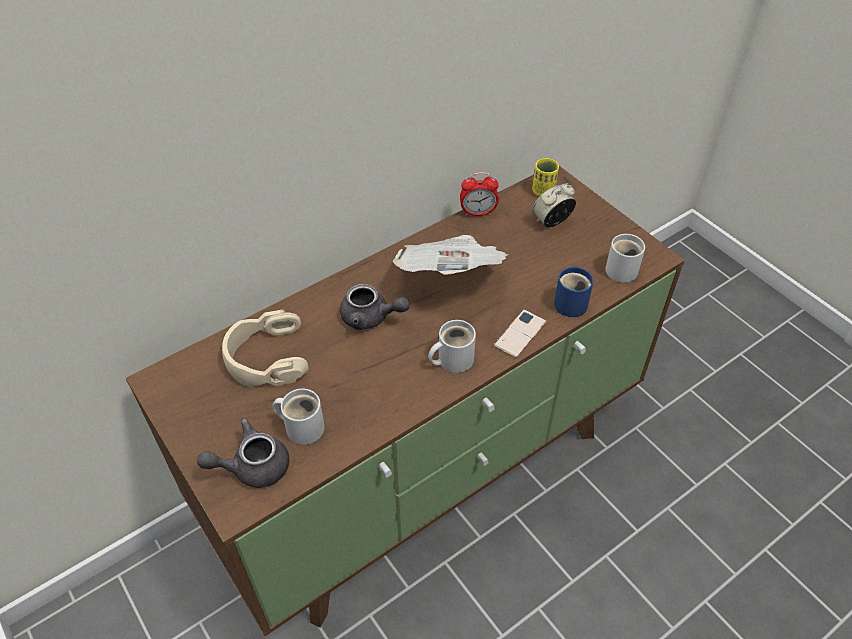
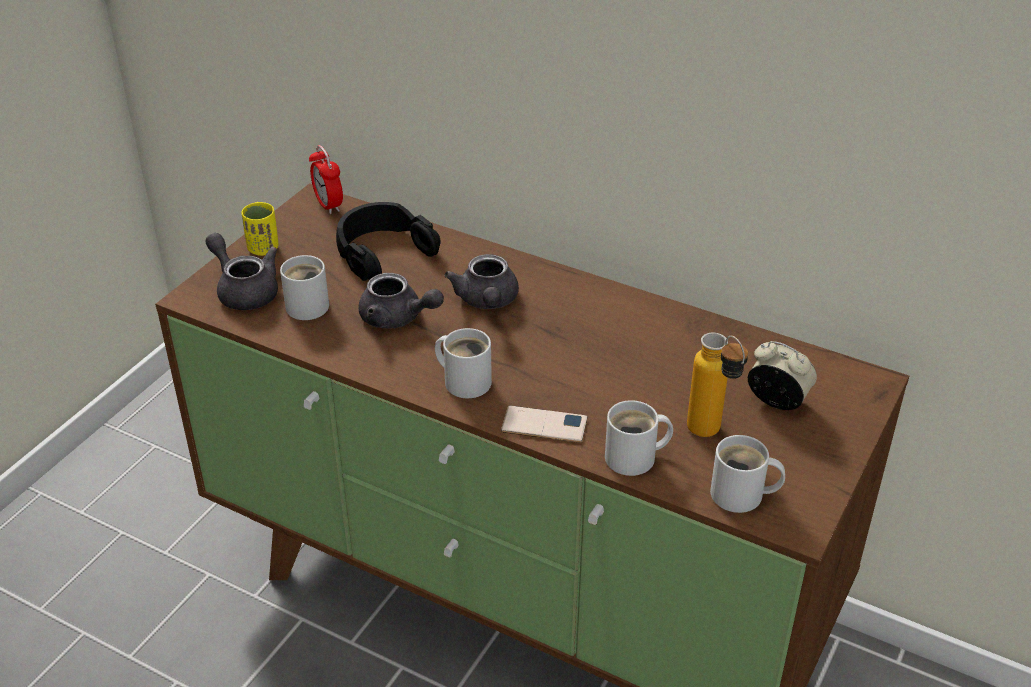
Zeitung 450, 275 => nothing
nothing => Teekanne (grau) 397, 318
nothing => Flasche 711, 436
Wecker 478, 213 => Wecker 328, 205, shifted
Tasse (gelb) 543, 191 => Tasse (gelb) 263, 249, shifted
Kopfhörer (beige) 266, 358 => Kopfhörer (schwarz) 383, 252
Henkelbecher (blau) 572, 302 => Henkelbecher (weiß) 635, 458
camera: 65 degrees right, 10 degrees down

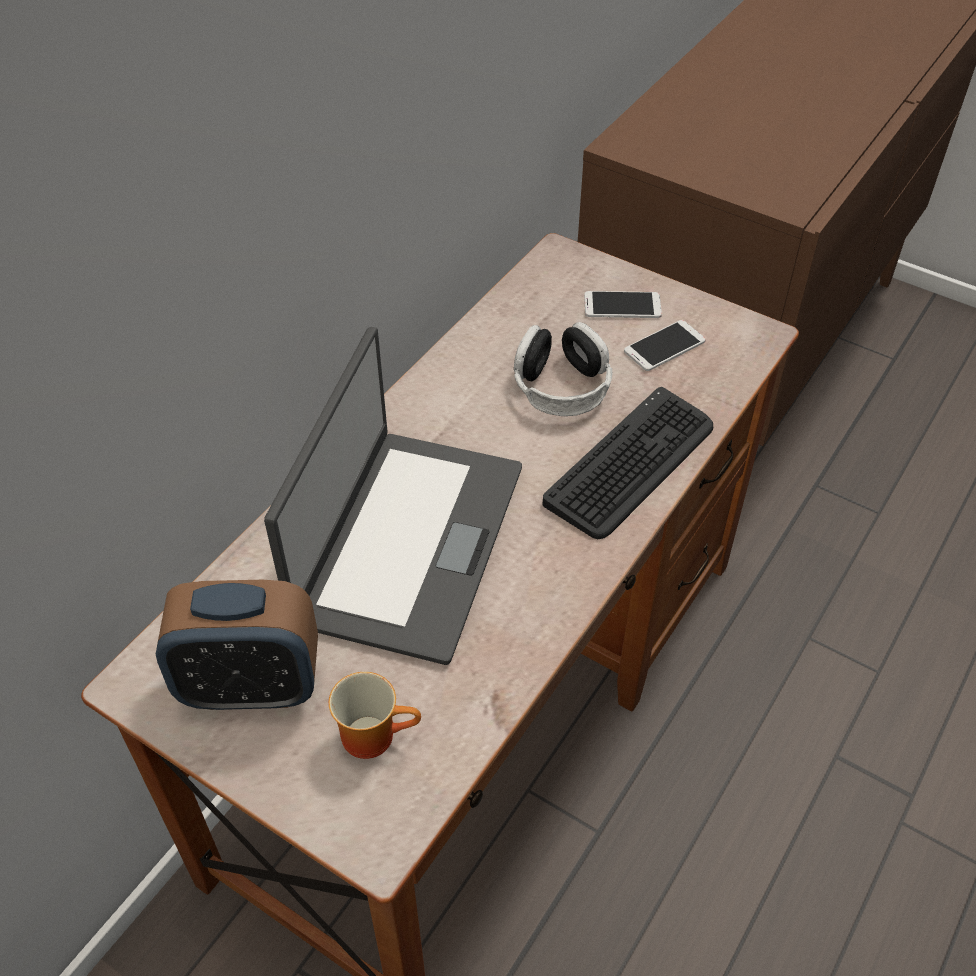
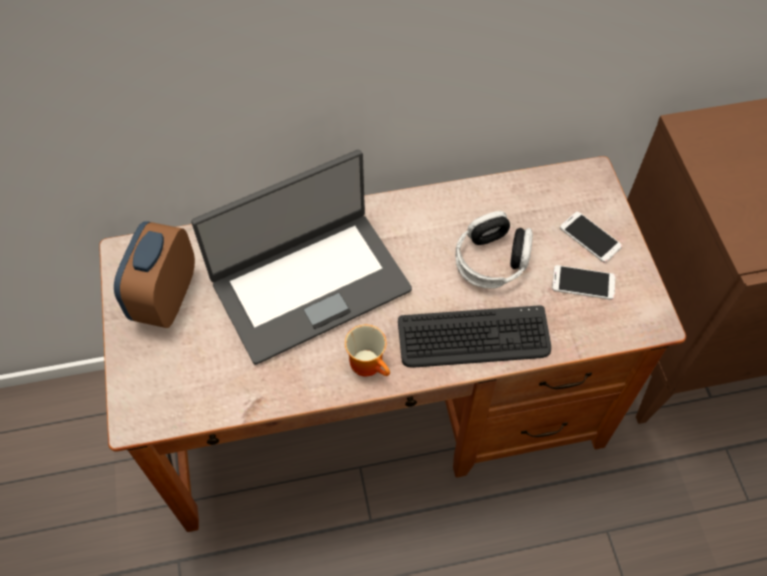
Henkelbecher 374, 732 => Henkelbecher 370, 363, shifted
Wecker 251, 686 => Wecker 165, 297, 60 degrees clockwise
camera: 45 degrees right, 10 degrees up

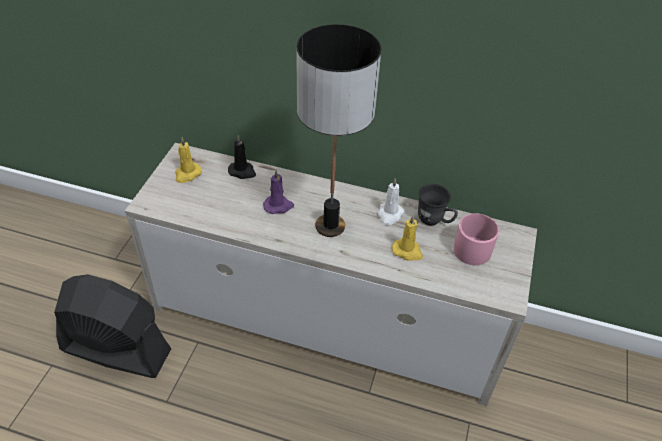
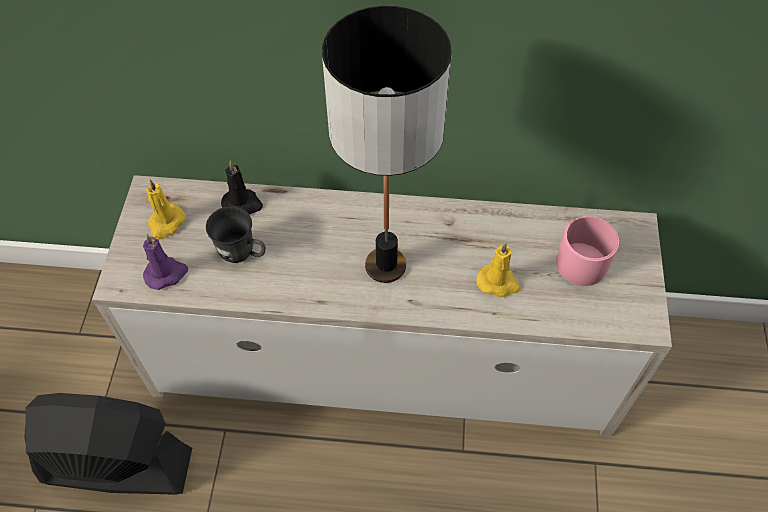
Kerze (weiß) 389, 215 => nothing
Kerze (lila) 278, 206 => Kerze (lila) 166, 273, shifted
Henkelbecher (grau) 434, 221 => Henkelbecher (grau) 243, 254, shifted
camera: 10 degrees left, 10 degrees up

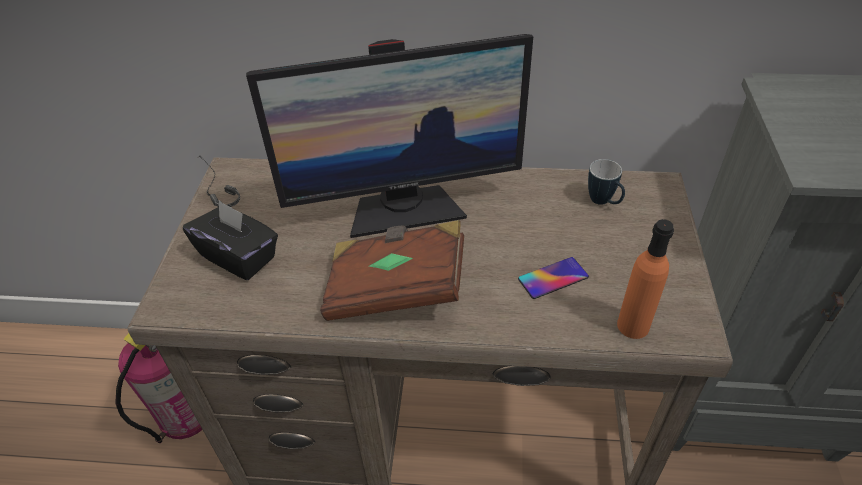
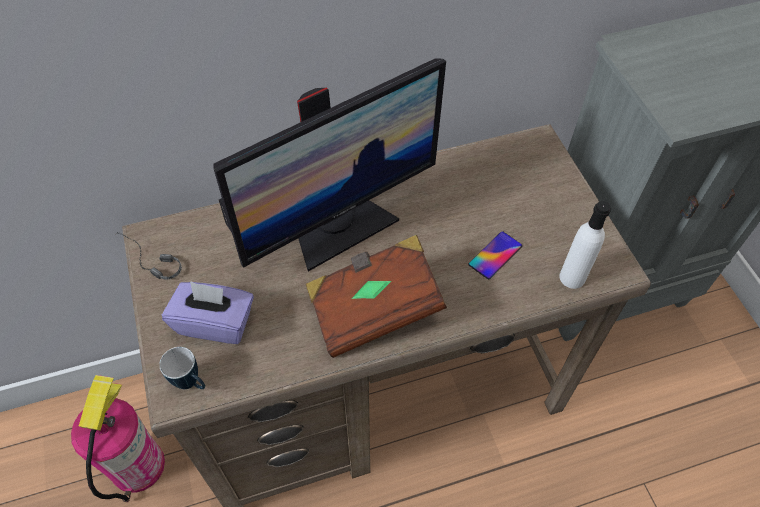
Henkelbecher 604, 202 => Henkelbecher 191, 384, shifted
Taschentuchbox (schwarz) 239, 256 => Taschentuchbox (lila) 215, 323
Flasche (orange) 633, 326 => Flasche (weiß) 572, 277
camera: 25 degrees left, 10 degrees up

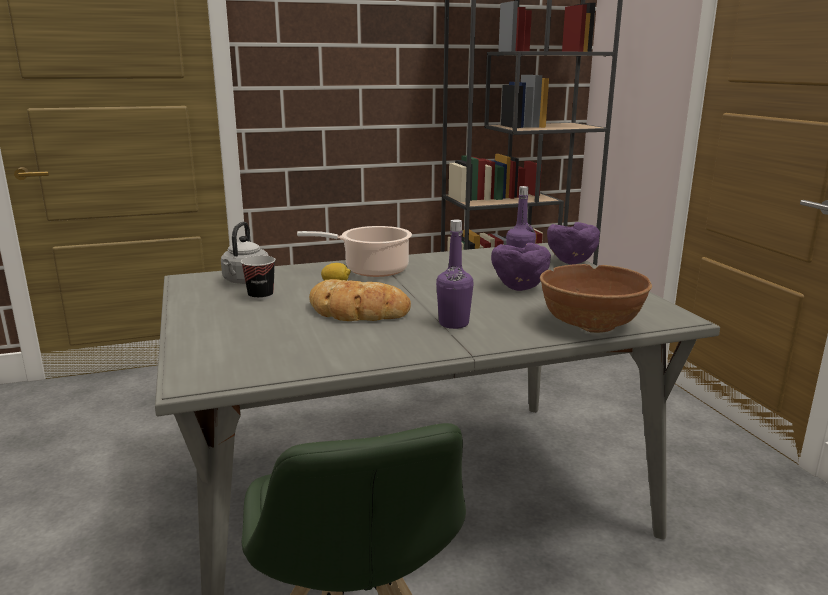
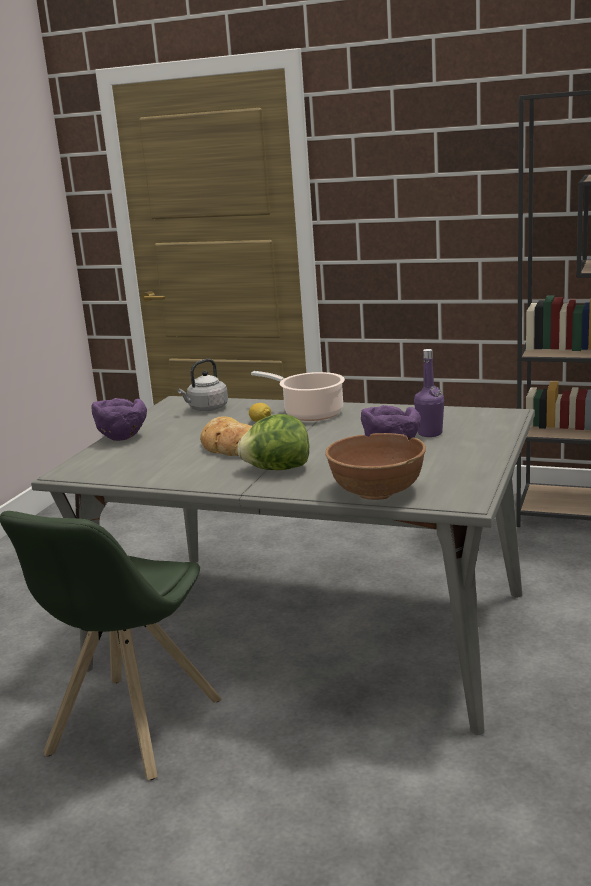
Tasse 260, 296 => nothing
Schüssel (lila) 570, 262 => Schüssel (lila) 122, 438, shifted
Flasche (lila) 453, 323 => Salatkopf 277, 469
camera: 40 degrees right, 0 degrees up

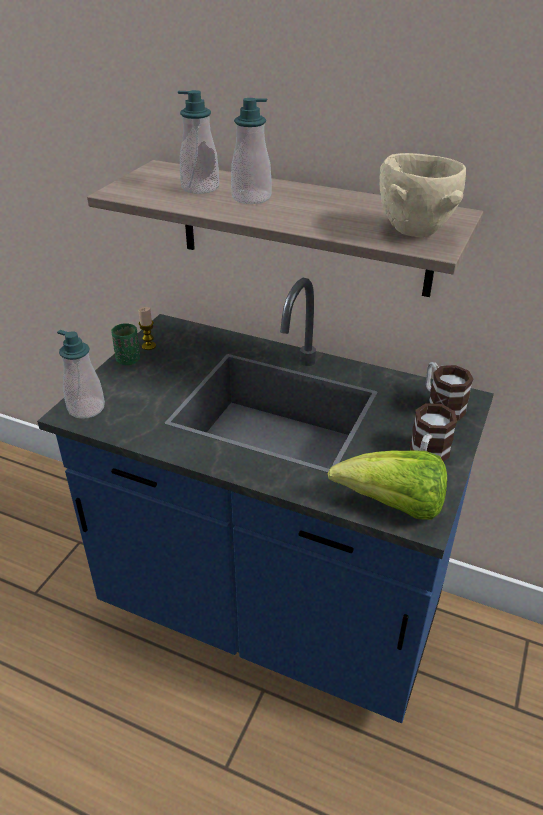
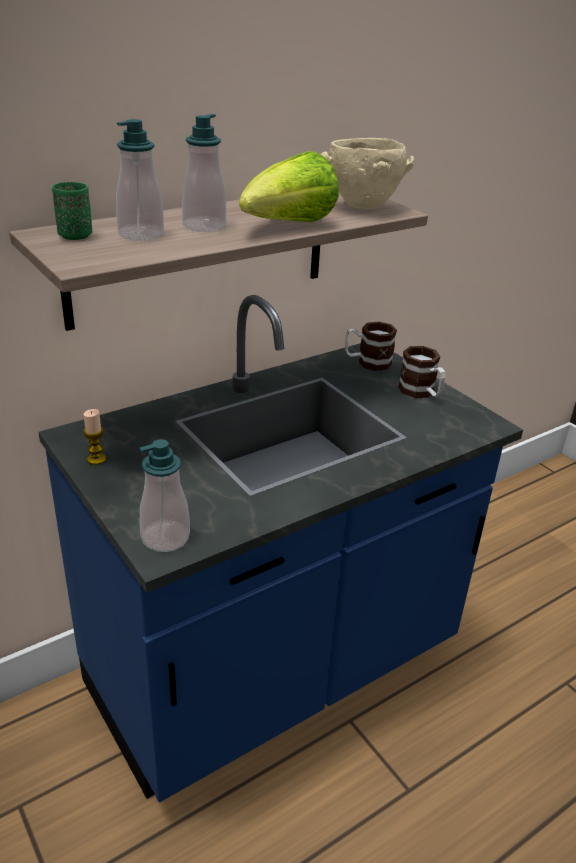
Tasse (grün) 128, 360 => Tasse (grün) 75, 236, shifted
Salatkopf 393, 506 => Salatkopf 288, 226, shifted
camera: 60 degrees left, 5 degrees down

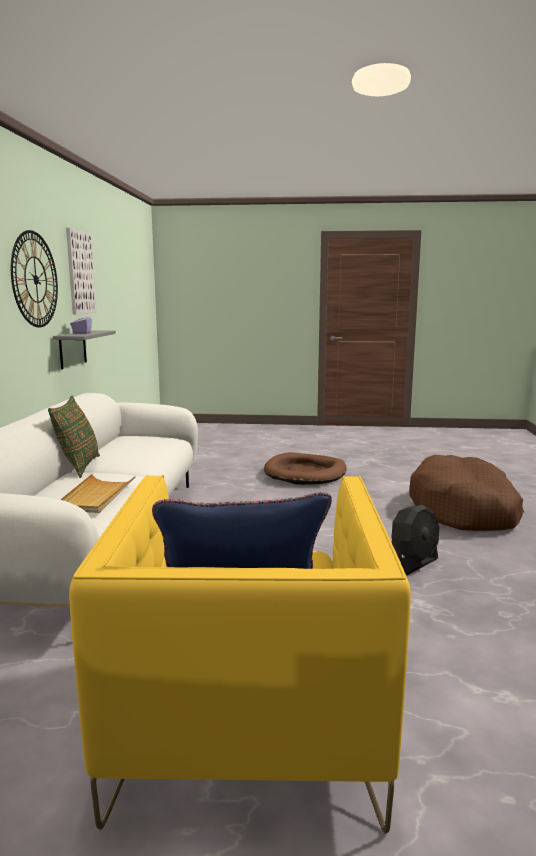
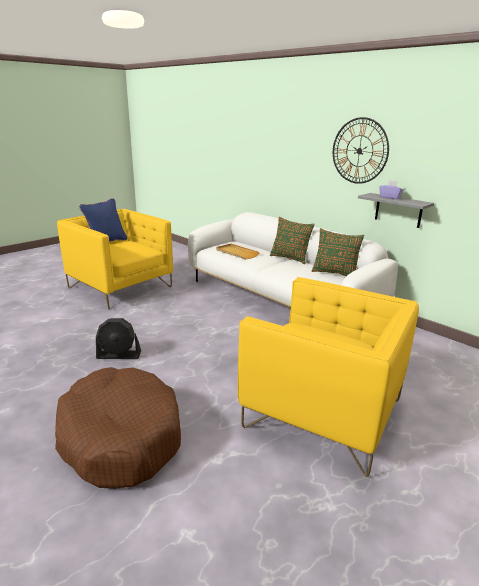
Bild 80, 272 => nothing
nothing => Kissen (grün) 335, 273
Hundebett (braun) 305, 473 => Sessel (gelb) 322, 413
Ventilator (schwarz) 412, 564 => Ventilator (schwarz) 119, 355, 90 degrees counterclockwise
camera: 130 degrees right, 10 degrees up

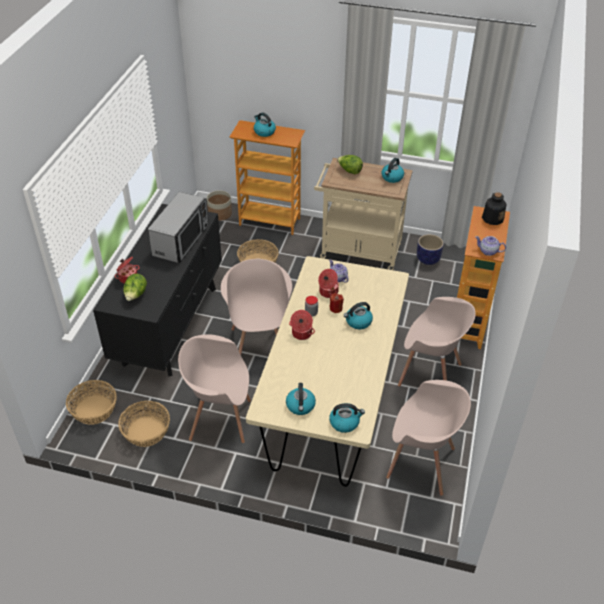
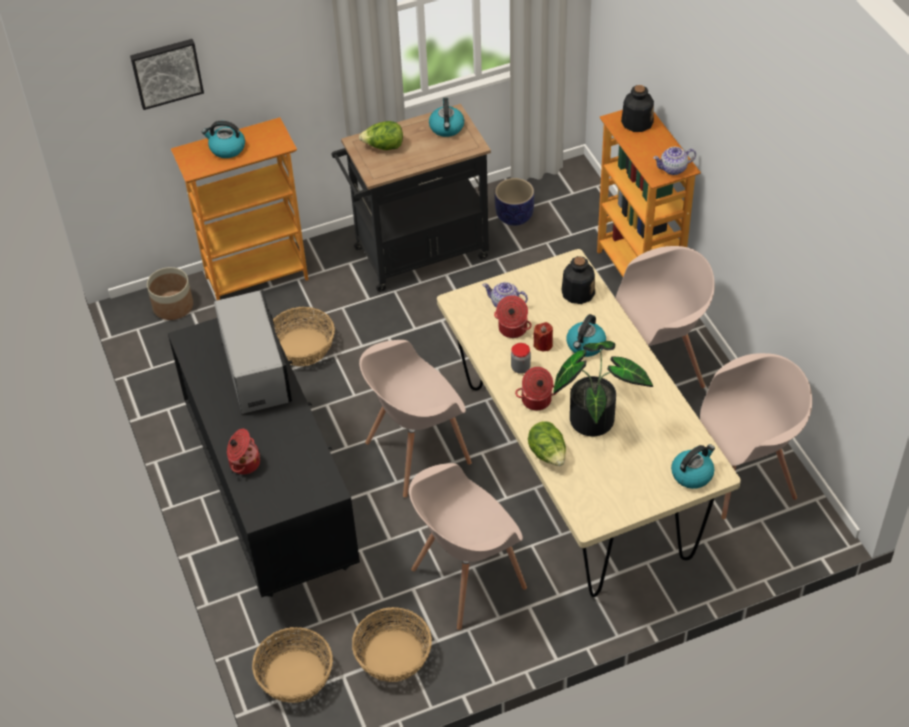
Wasserkessel 300, 406 => nothing
nothing => Bild 166, 72
nothing => Topfpflanze 595, 416
nothing => Flasche 577, 292
Salatkopf 136, 295 => Salatkopf 548, 454, shifted
Rollwagen (beige) 358, 251 => Rollwagen (schwarz) 417, 254
Stuhl (beige) 259, 343 => Stuhl (beige) 417, 454, 75 degrees counterclockwise
camera: 35 degrees left, 5 degrees up

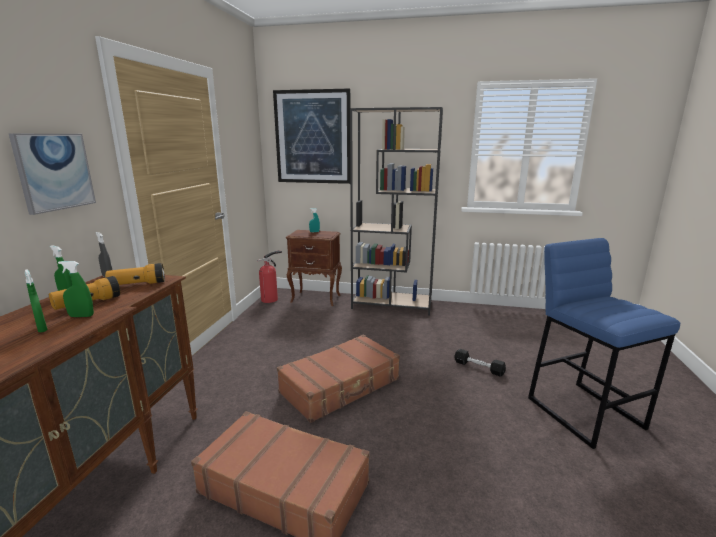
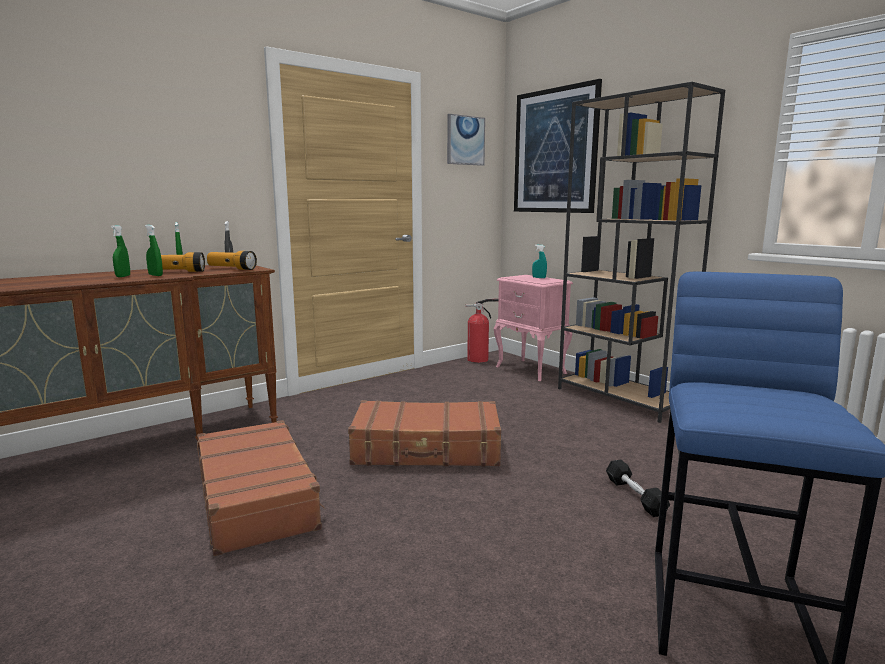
Bild 54, 172 => Bild 465, 140, shifted
Nachttisch (braun) 316, 298 => Nachttisch (rosa) 531, 370
camera: 40 degrees right, 5 degrees down

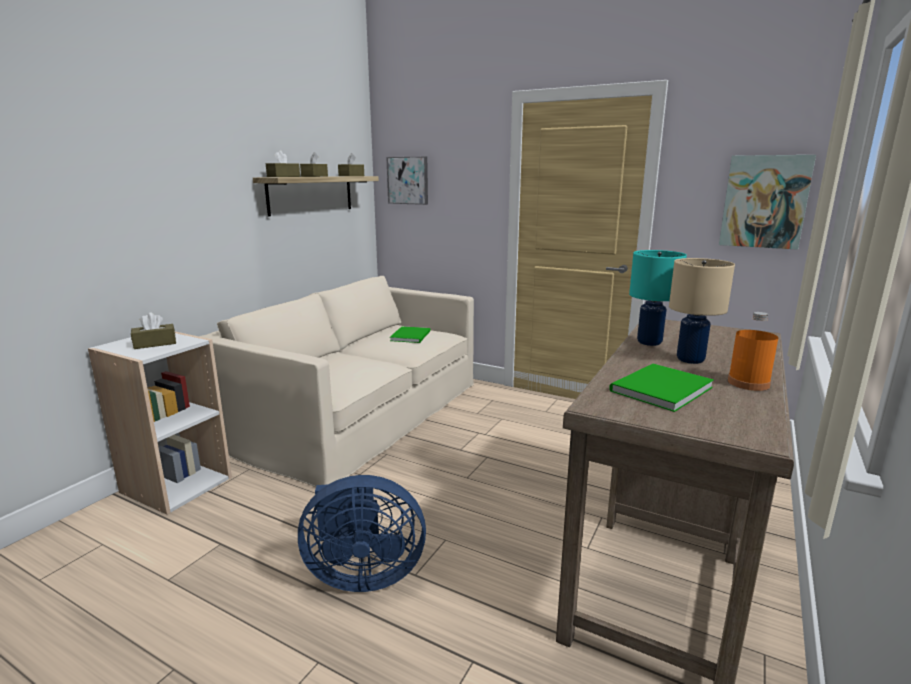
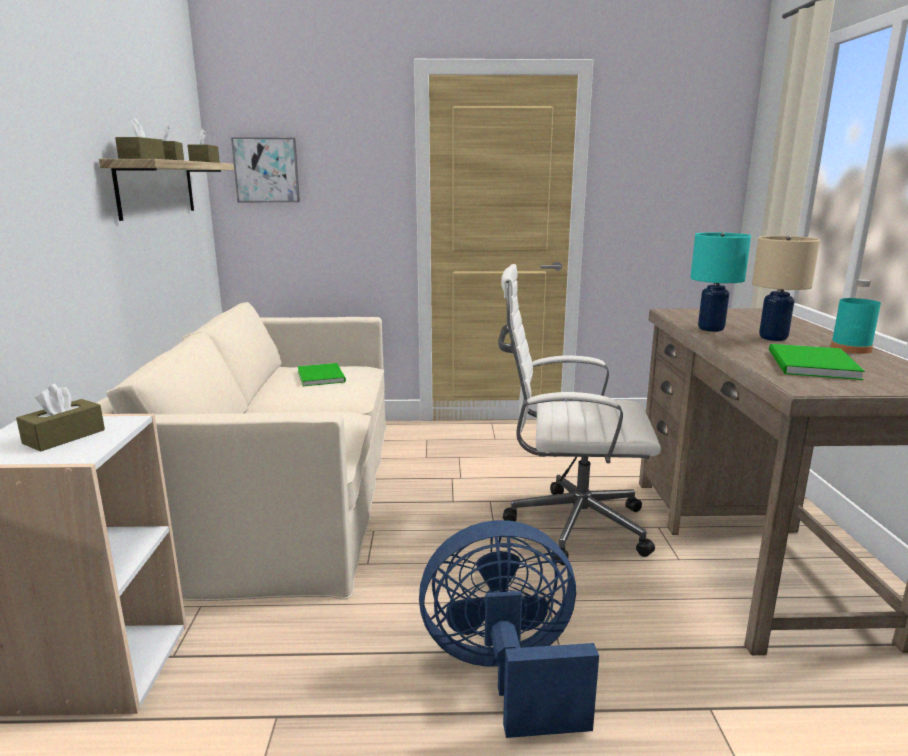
Bild 764, 202 => nothing
nothing => Bürostuhl (weiß) 570, 525
Flasche (orange) 748, 383 => Flasche (türkis) 850, 348
Ventilator (blau) 362, 574 => Ventilator (blau) 505, 674, 150 degrees counterclockwise
camera: 30 degrees left, 0 degrees up

